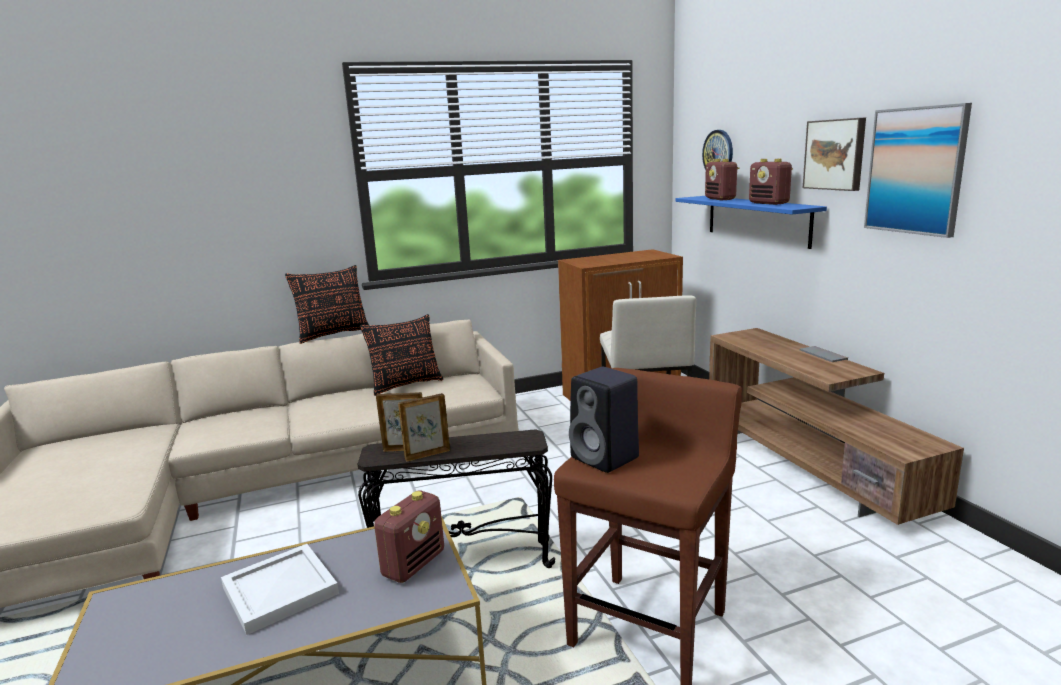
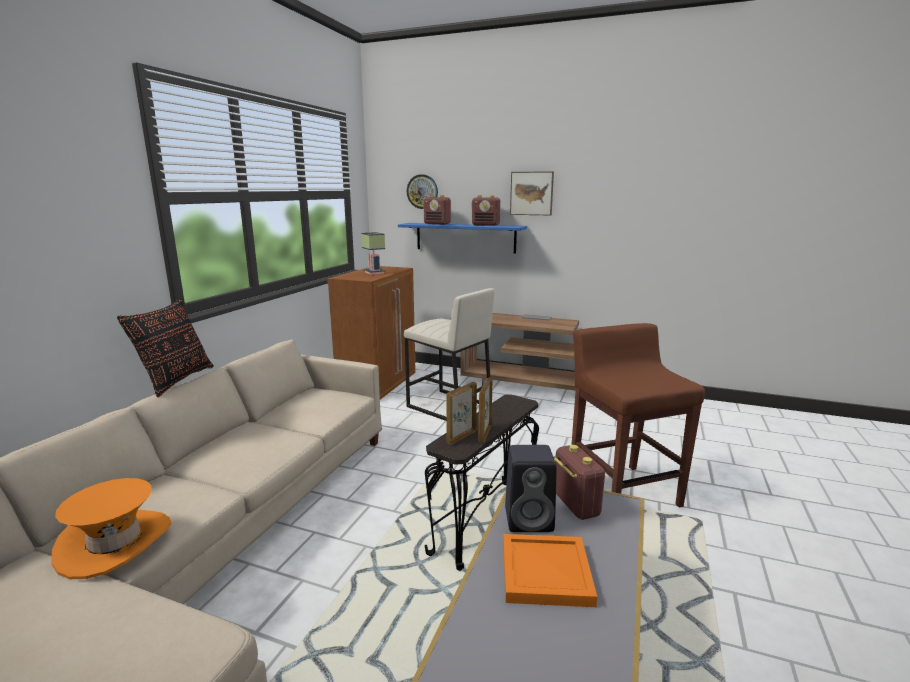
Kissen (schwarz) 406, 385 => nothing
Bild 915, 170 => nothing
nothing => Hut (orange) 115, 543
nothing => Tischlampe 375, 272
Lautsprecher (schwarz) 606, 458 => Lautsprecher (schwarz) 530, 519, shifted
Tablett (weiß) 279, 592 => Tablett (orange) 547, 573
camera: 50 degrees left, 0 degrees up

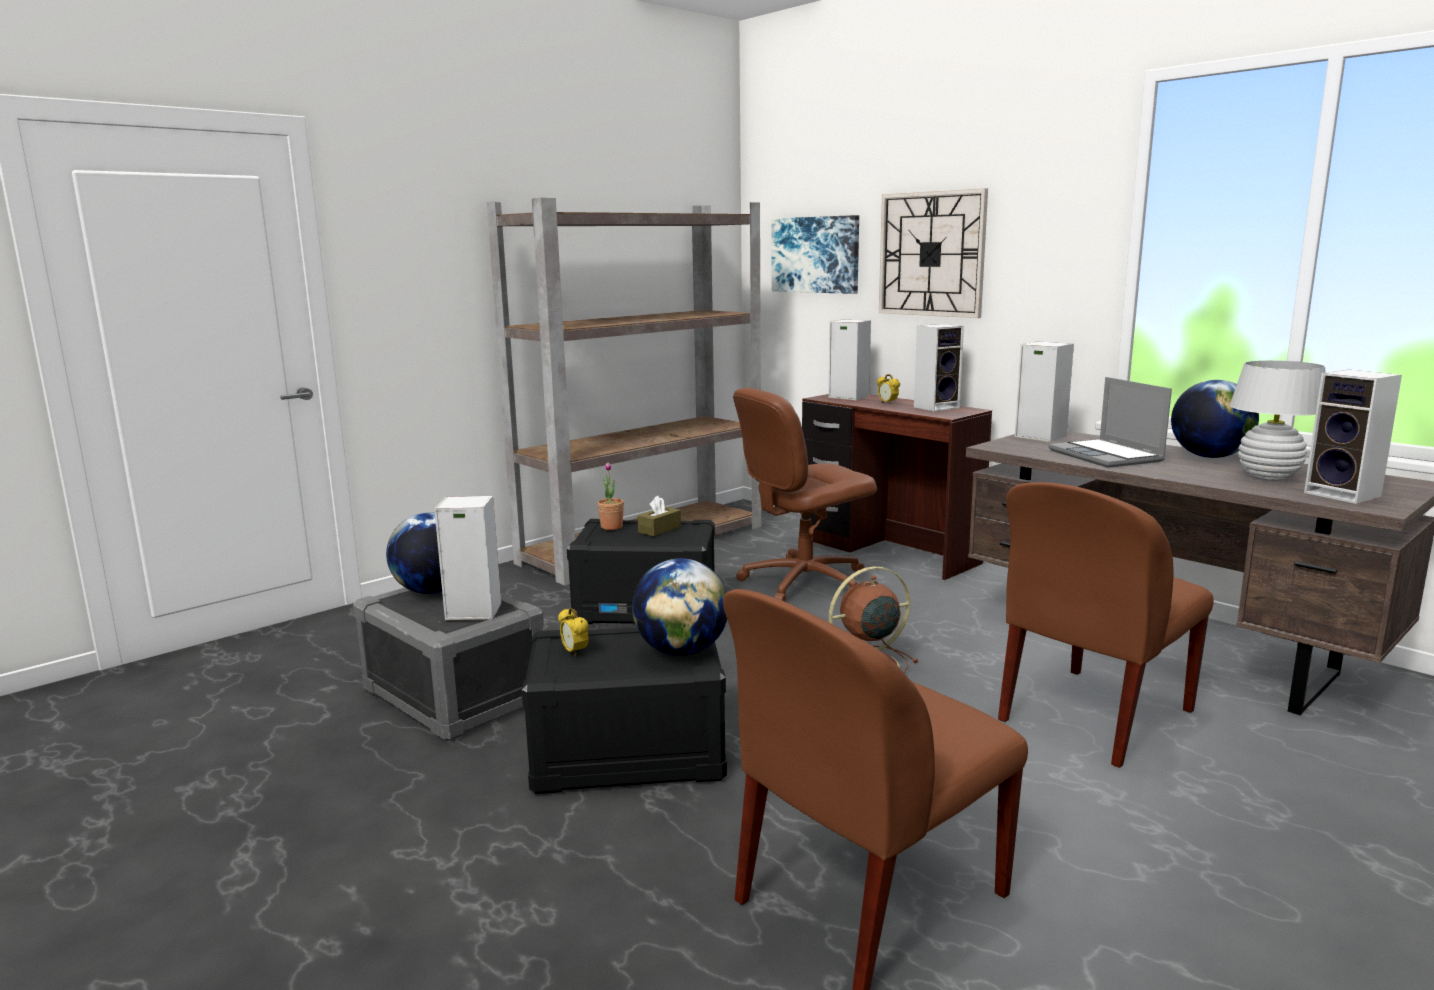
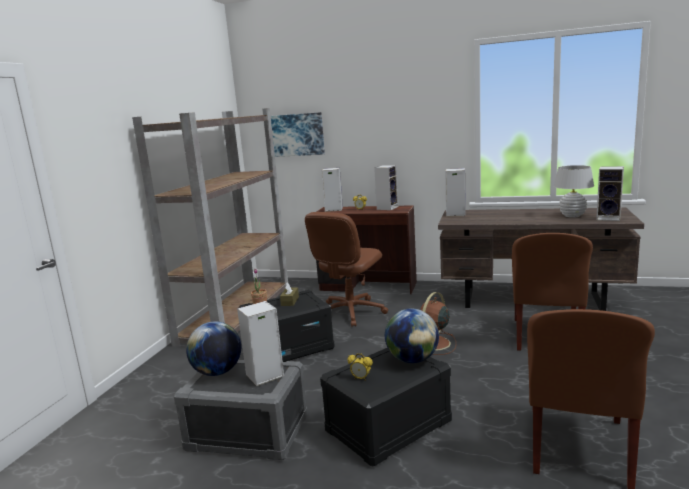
Wanduhr 931, 254 => nothing
Laptop 1107, 456 => nothing
Globus 1209, 457 => nothing
camera: 30 degrees left, 0 degrees up

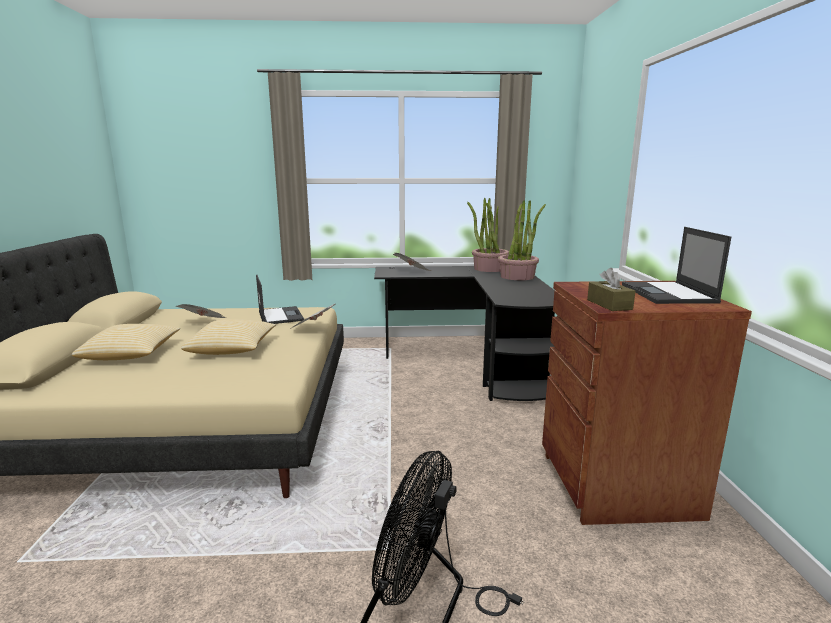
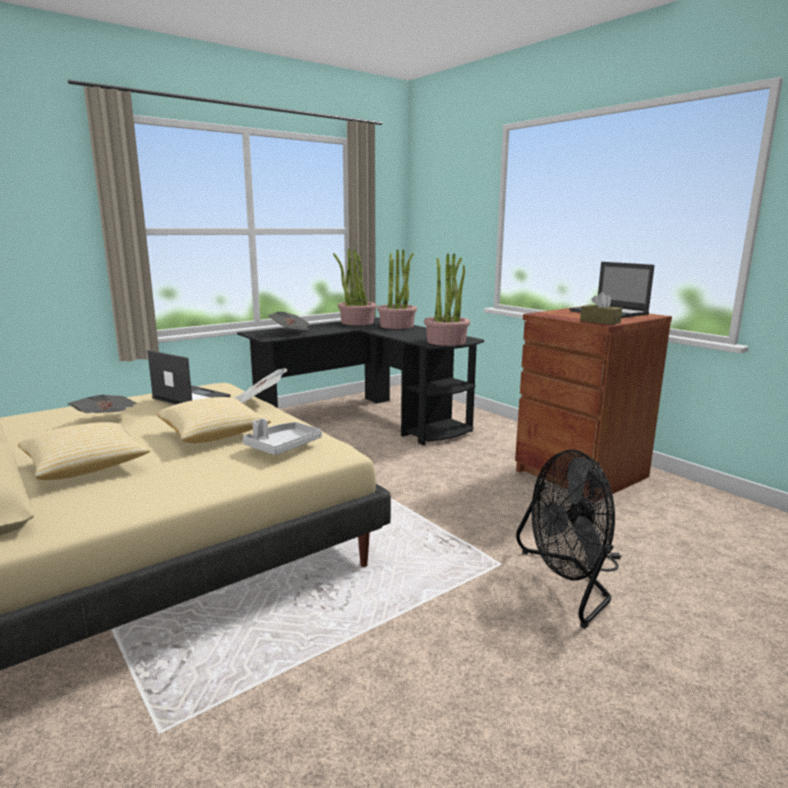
nothing => Tablett (grau) 282, 446
nothing => Topfpflanze 446, 341
camera: 35 degrees left, 0 degrees up

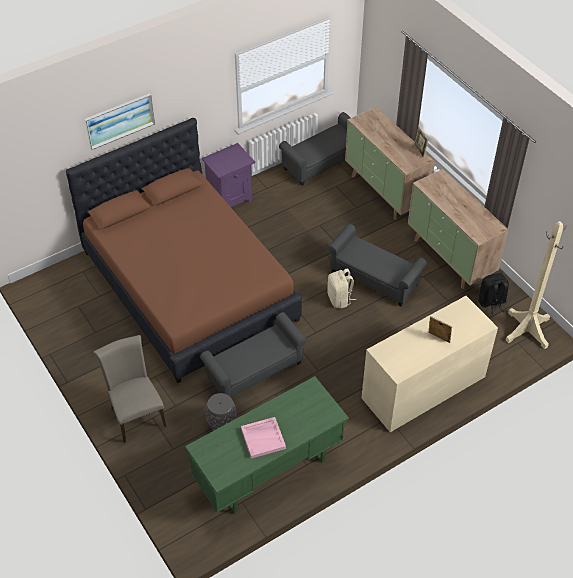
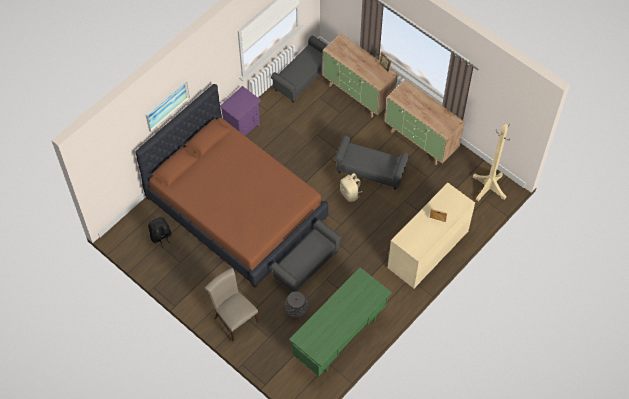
Tablett (rosa) 263, 438 => nothing
Rucksack (schwarz) 491, 302 => Rucksack (schwarz) 161, 237, shifted
camera: 15 degrees left, 10 degrees up

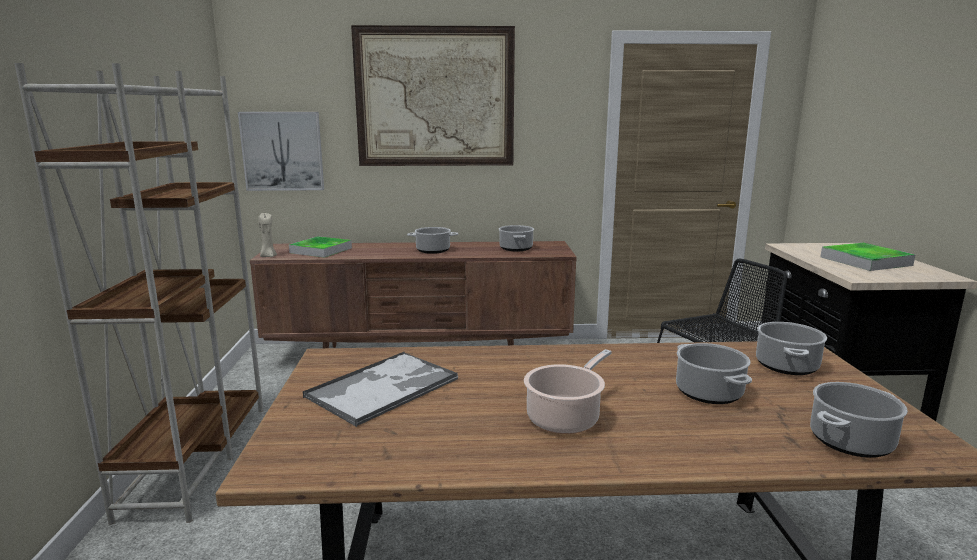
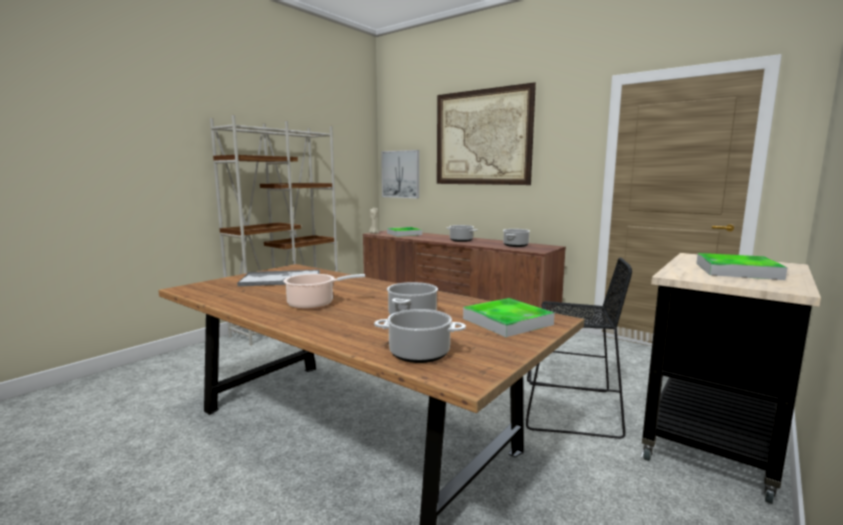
Kochtopf 787, 366 => Tablett 507, 321
camera: 40 degrees right, 5 degrees down

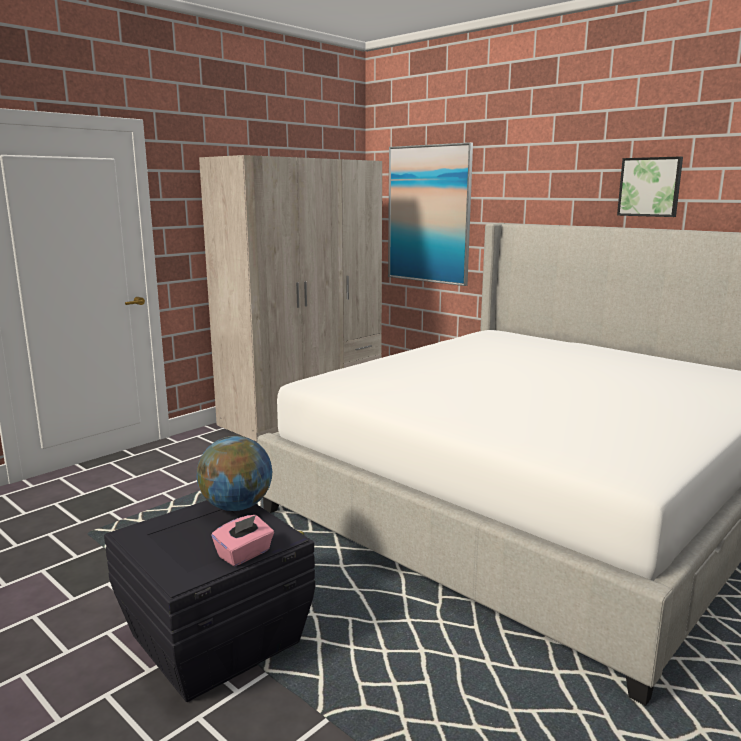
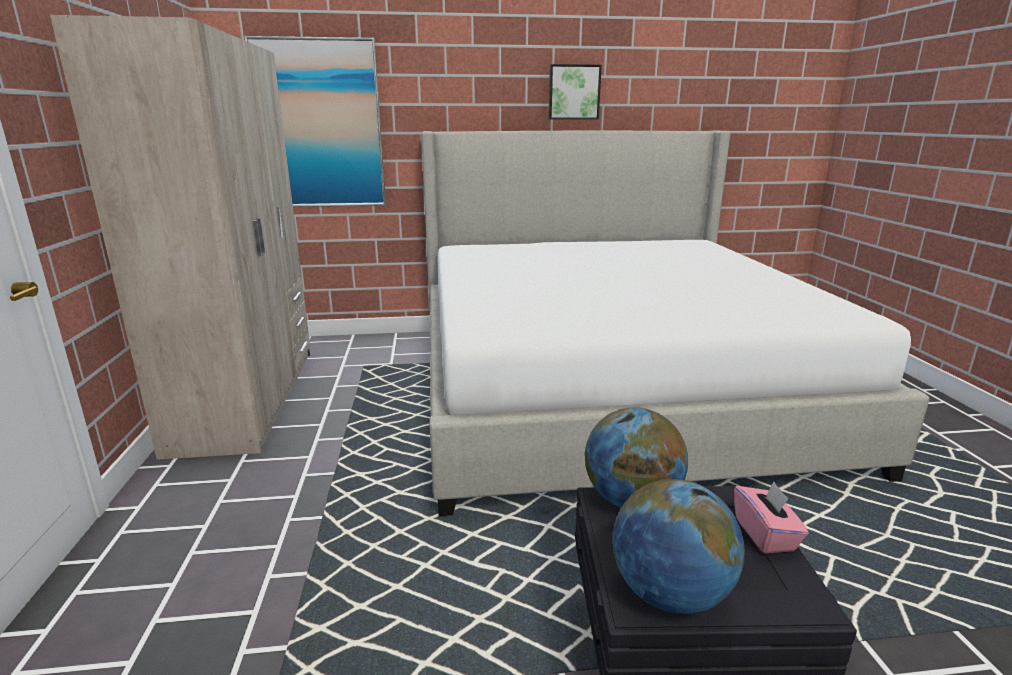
nothing => Globus 670, 593
camera: 50 degrees left, 5 degrees up

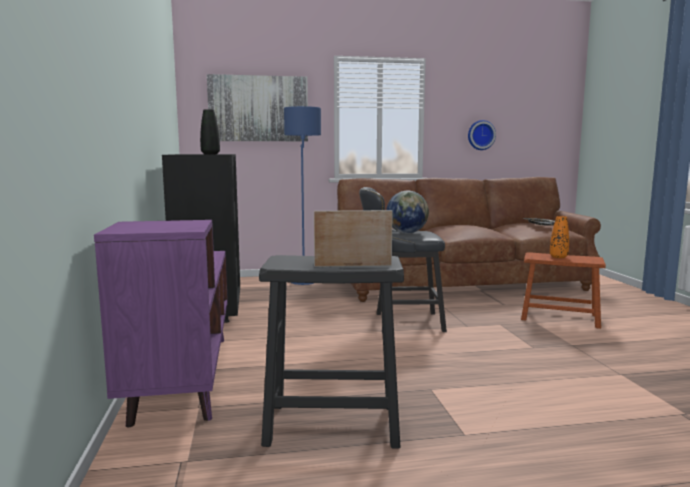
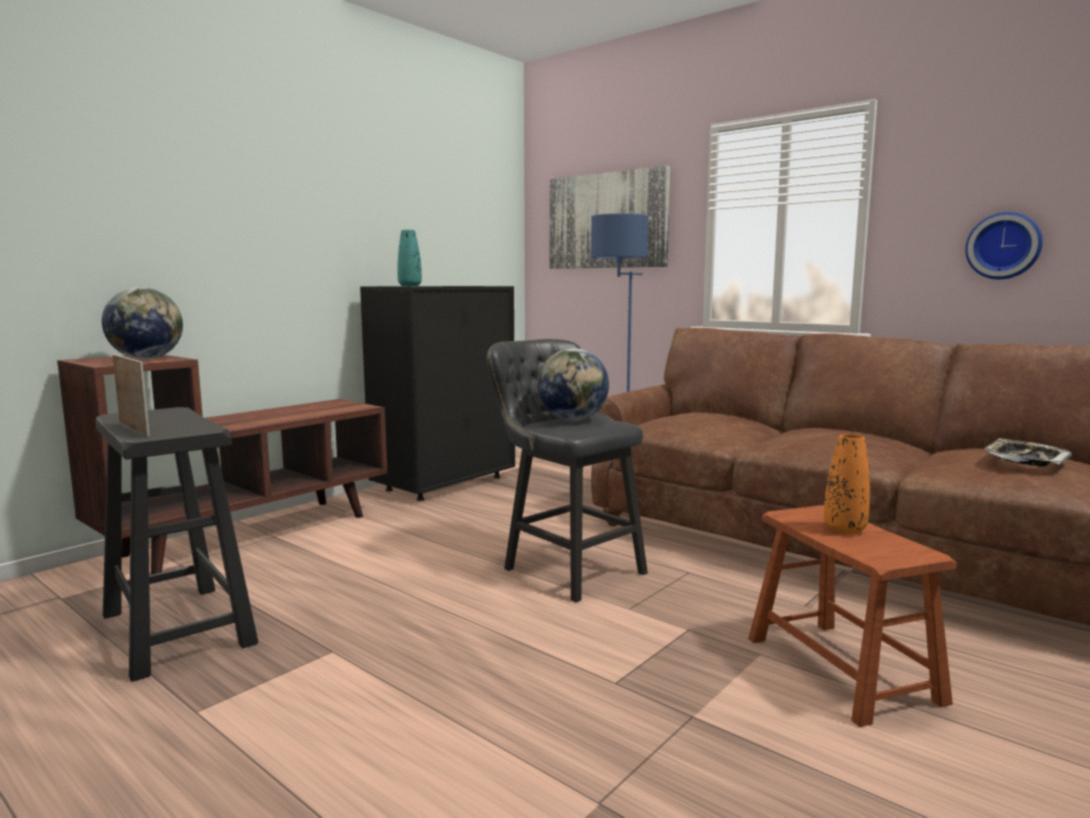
nothing => Globus 147, 359
Fernsehschrank (lila) 182, 375 => Fernsehschrank (braun) 251, 533
Vase (schwarz) 210, 154 => Vase (türkis) 410, 286
camera: 50 degrees right, 0 degrees up

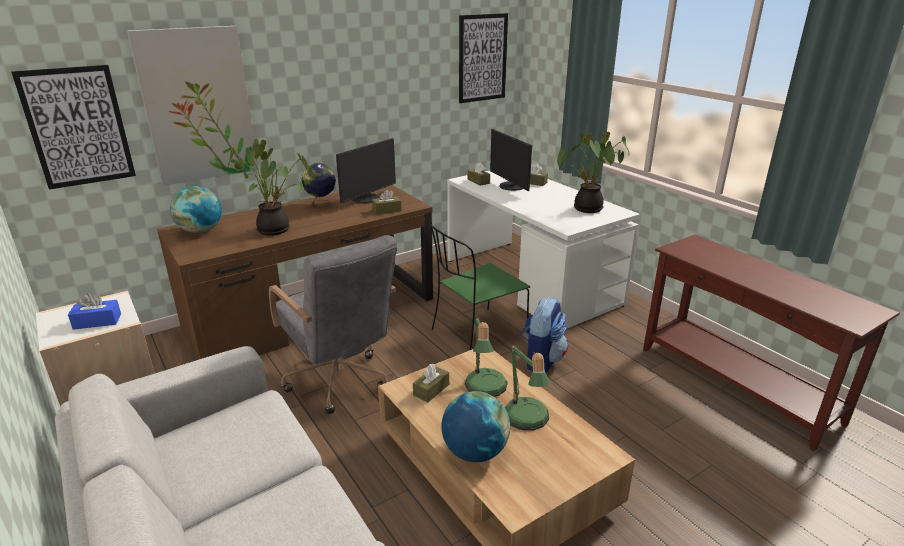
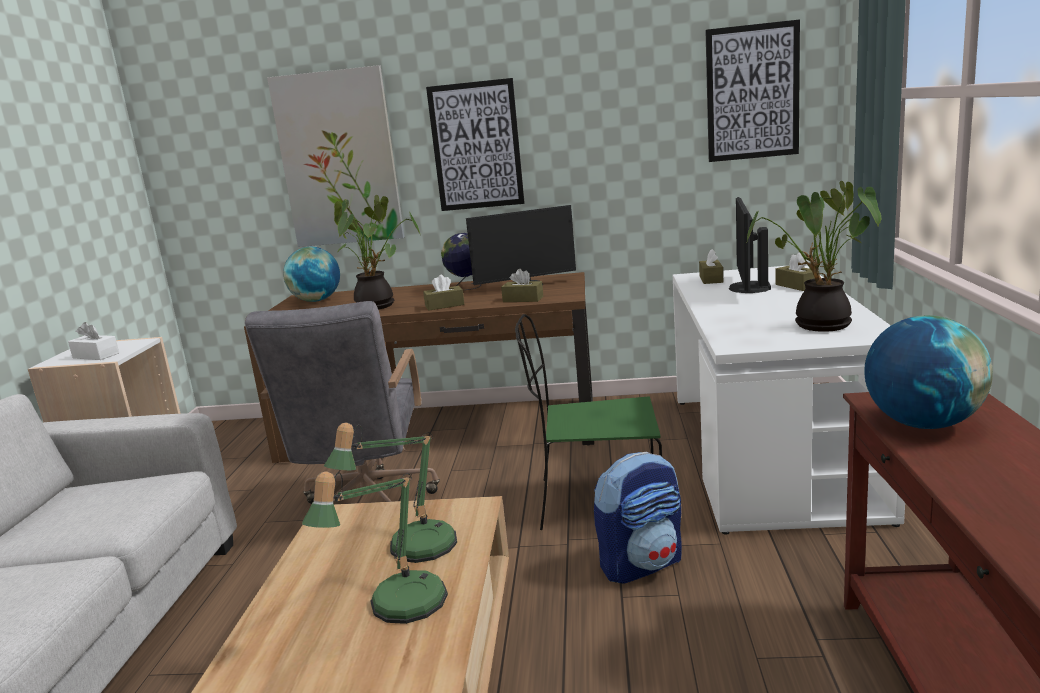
Bild 78, 127 => Bild 476, 146, shifted
Taschentuchbox (braun) 431, 390 => Taschentuchbox (braun) 444, 305, shifted
Globus 474, 452 => Globus 922, 424, shifted
Taschentuchbox (blau) 97, 321 => Taschentuchbox (weiß) 96, 355
camera: 40 degrees right, 10 degrees down

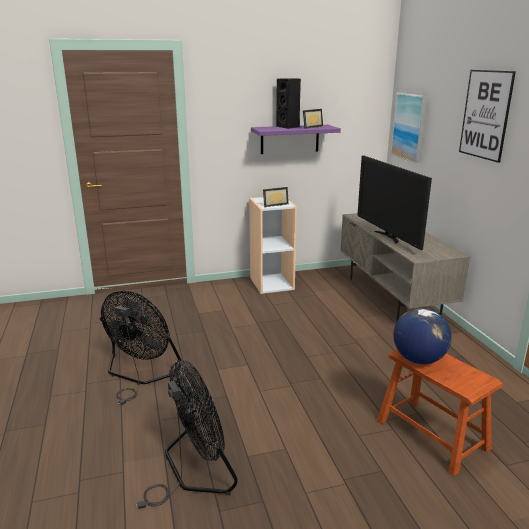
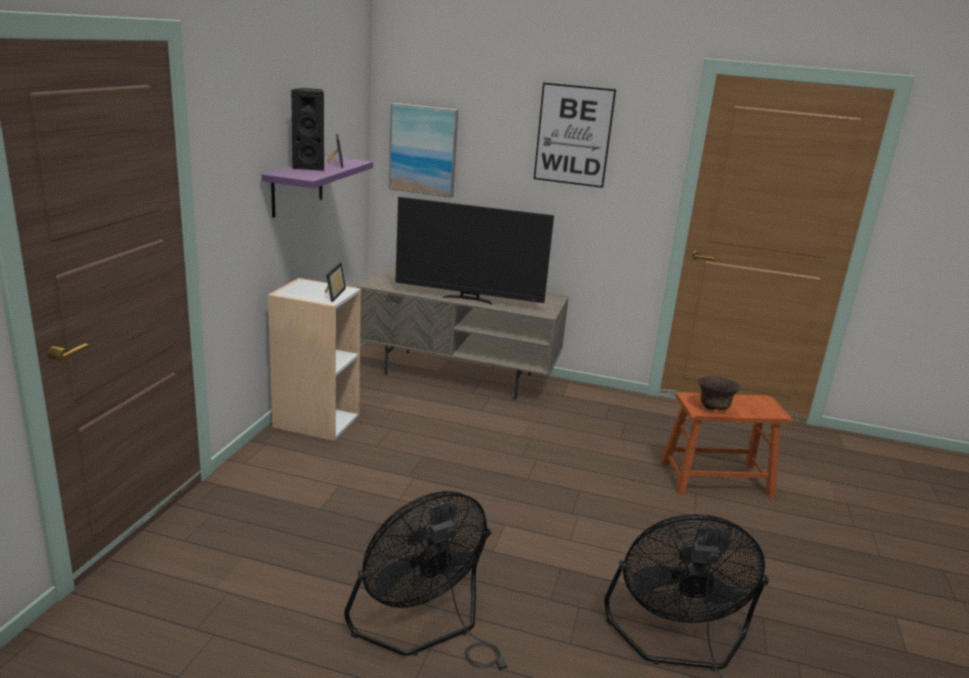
Globus 418, 359 => Schüssel (braun) 713, 408
camera: 60 degrees left, 0 degrees up

